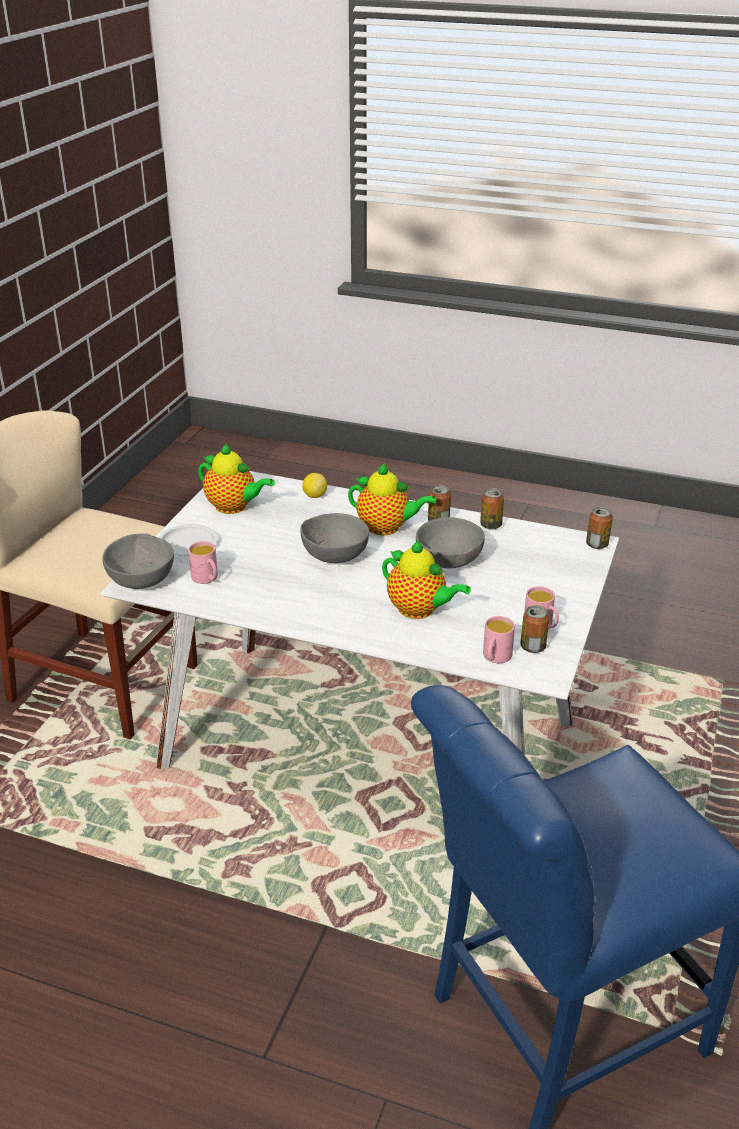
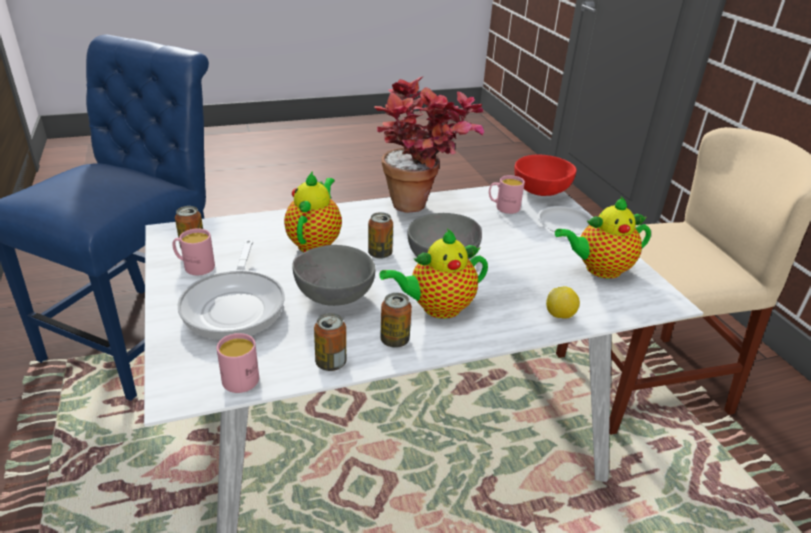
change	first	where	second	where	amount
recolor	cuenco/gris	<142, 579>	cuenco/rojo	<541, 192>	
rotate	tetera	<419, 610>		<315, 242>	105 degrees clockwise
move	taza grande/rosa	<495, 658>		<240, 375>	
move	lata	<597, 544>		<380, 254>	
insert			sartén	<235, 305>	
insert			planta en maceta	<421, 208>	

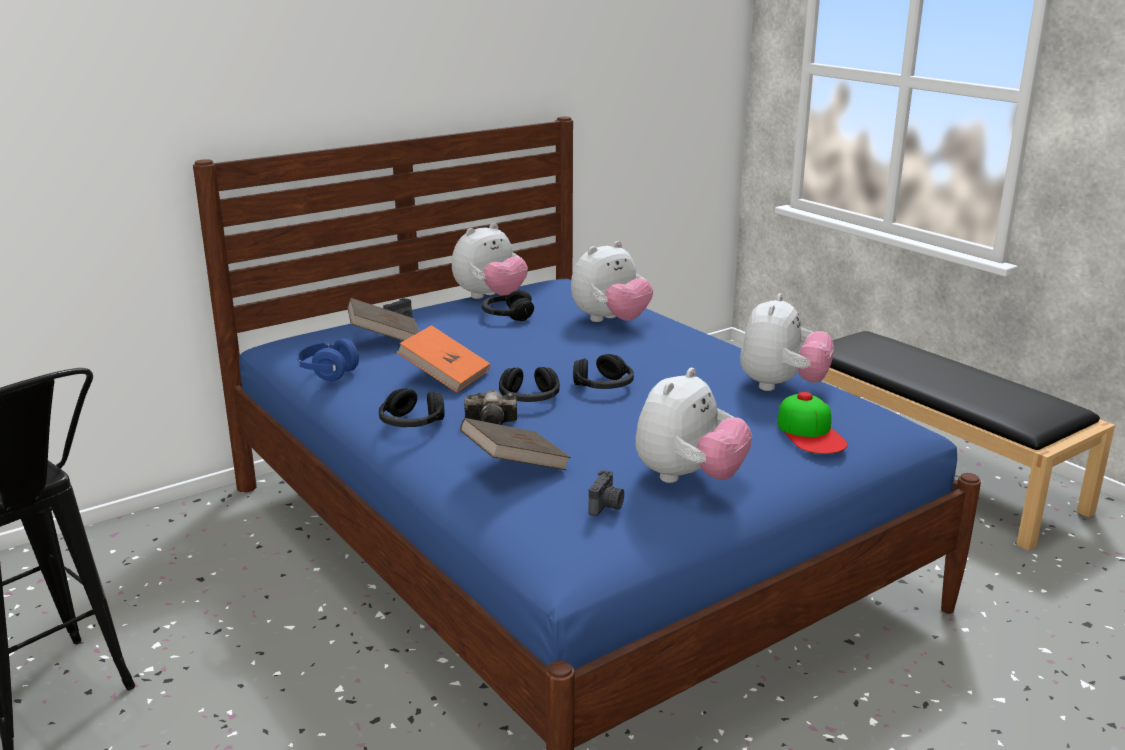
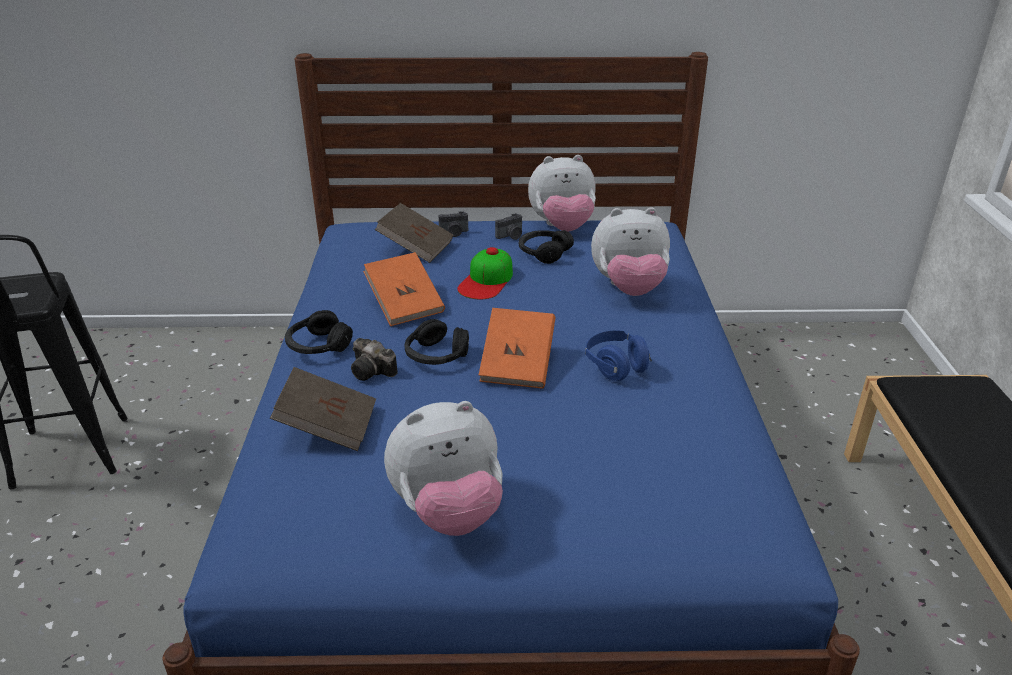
change	first	where	second	where	amount
move	auriculares/azul	<328, 373>		<615, 367>	
replace	auriculares/negro	<603, 386>	libro/naranja	<517, 365>	
move	cámara	<607, 506>		<511, 236>	
delete	peluche	<781, 386>			
move	gorra	<810, 432>		<486, 281>	

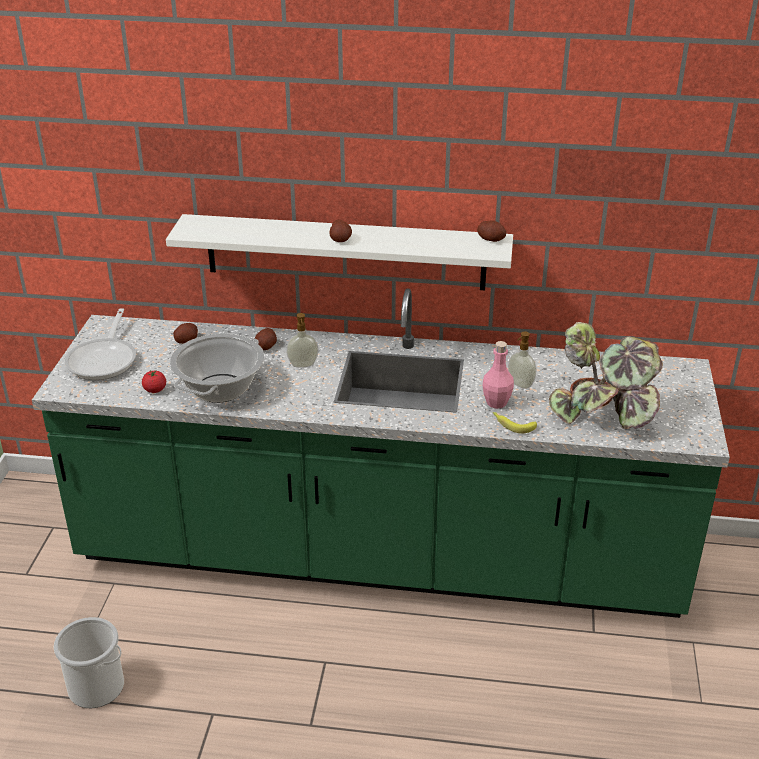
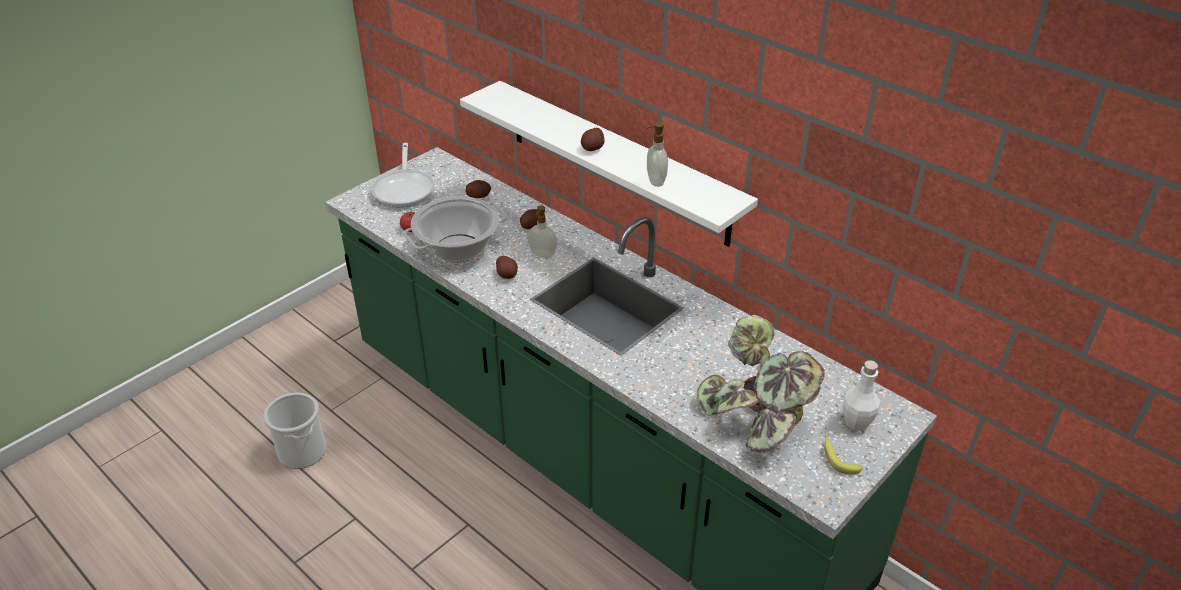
change	first	where	second	where	amount
rotate	sartén	<104, 360>		<405, 189>	45 degrees counterclockwise
move	patata	<491, 239>		<507, 274>	
delete	botella/rosa	<496, 403>			
move	plátano	<512, 424>		<838, 457>	
move	dispensador de jabón	<520, 384>		<655, 181>	
insert			botella/blanco	<856, 422>	

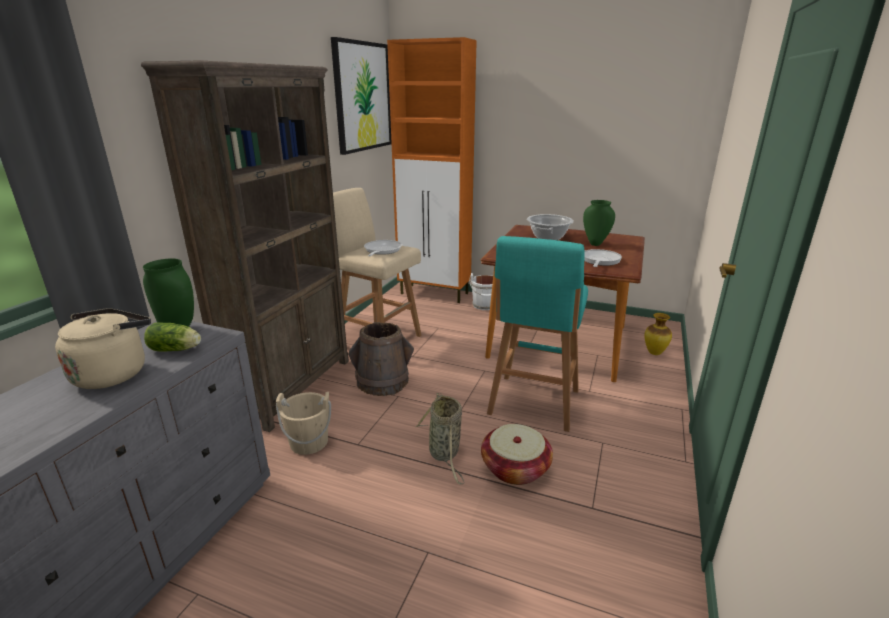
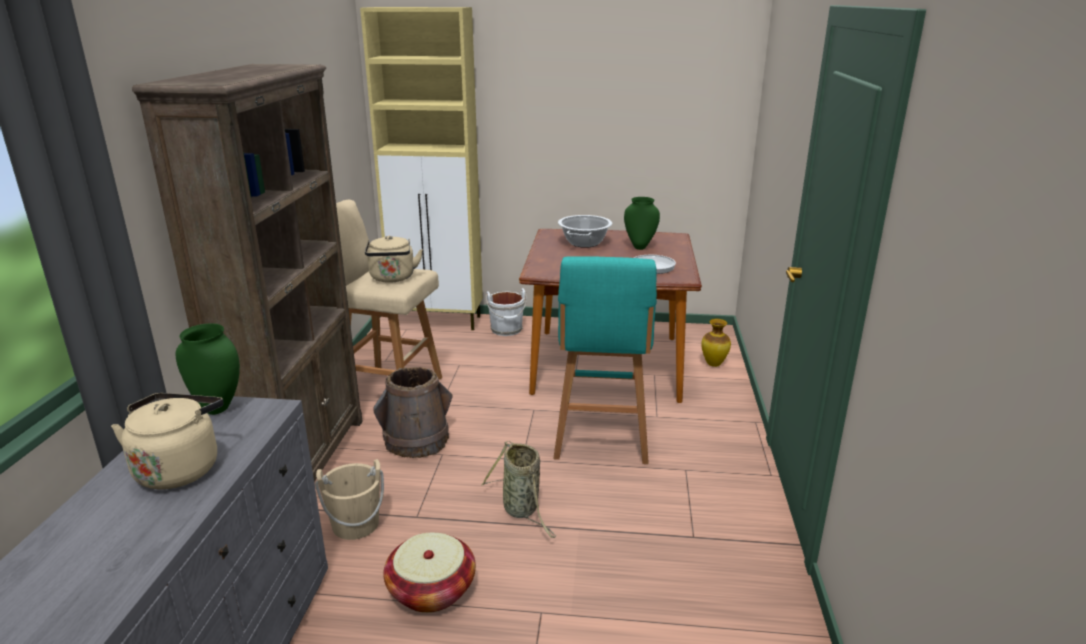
change	first	where	second	where	amount
delete	lechuga	<177, 349>			
delete	cuadro	<362, 97>			
replace	sartén	<381, 251>	hervidor/beis	<392, 278>	
recolor	armario/naranja	<435, 294>	armario/beis	<439, 321>	
move	cesta	<515, 468>		<431, 590>	

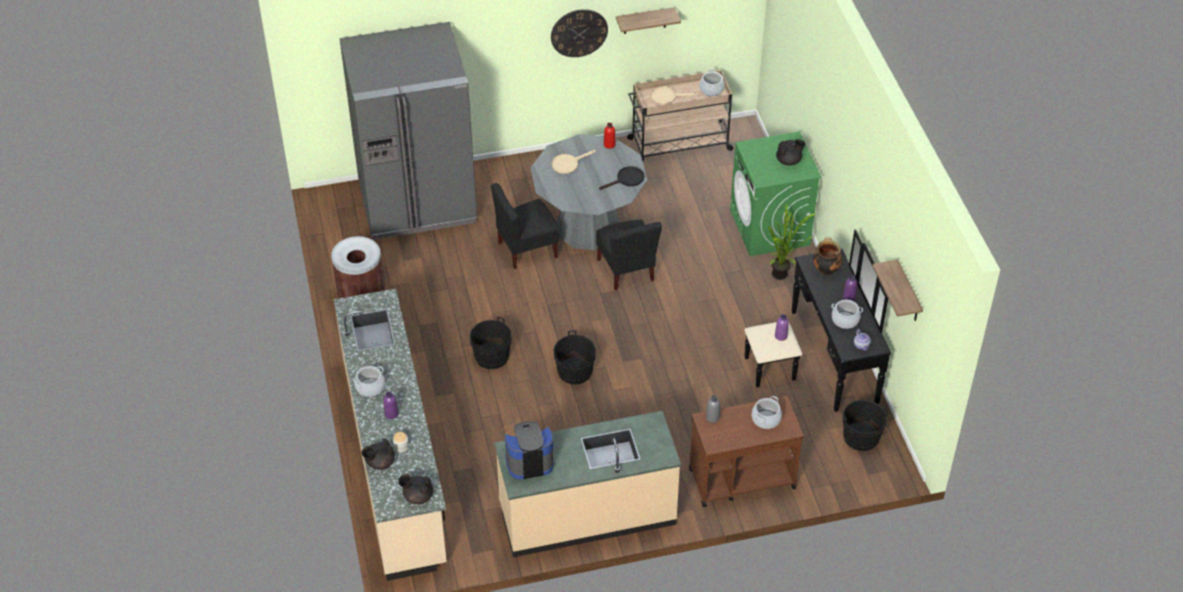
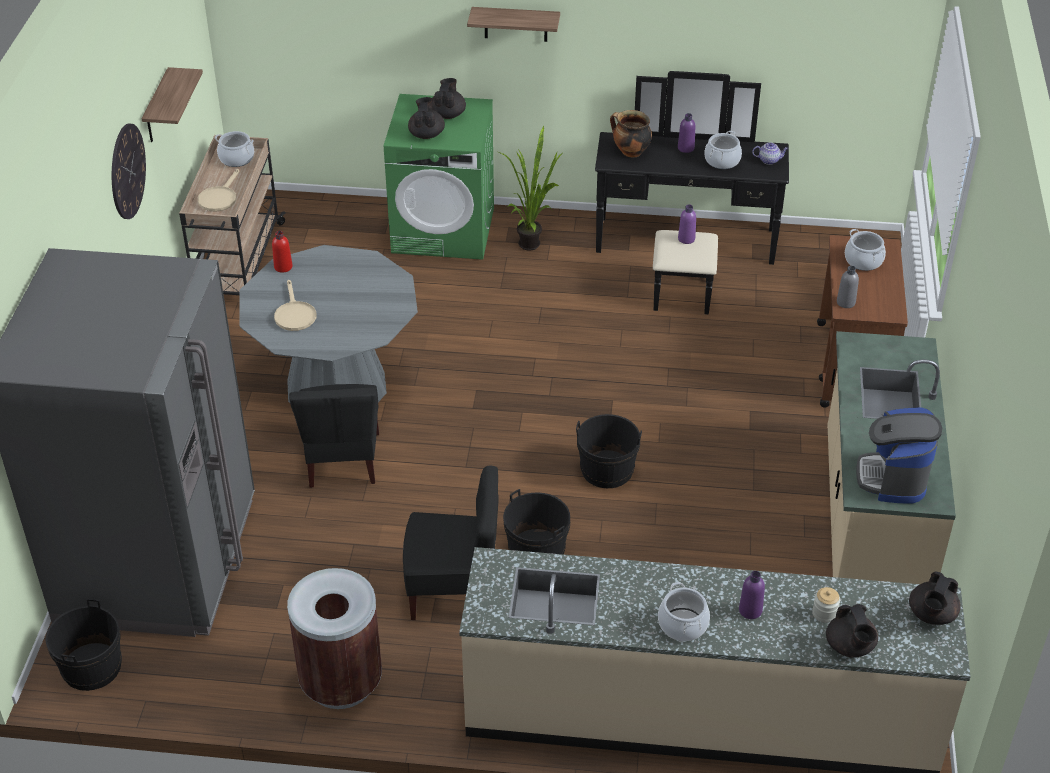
change	first	where	second	where	amount
move	silla/negro	<626, 270>		<453, 590>	
delete	sartén/negro	<627, 179>			
move	cubo/negro	<861, 437>		<92, 667>	
move	estante	<908, 293>		<516, 24>	
insert			tetera/negro	<426, 134>	

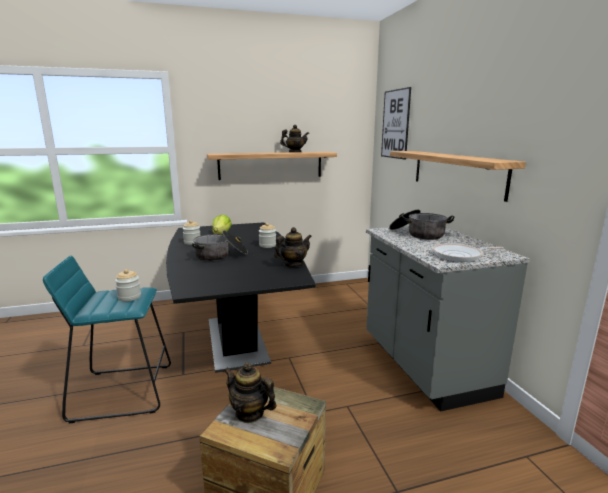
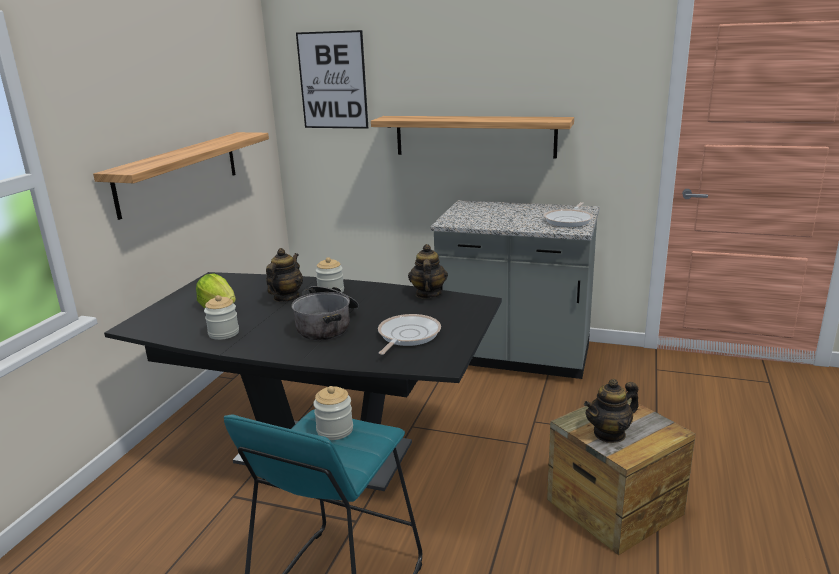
change	first	where	second	where	amount
move	tetera	<294, 152>		<286, 297>	
delete	olla	<418, 234>			
insert			sartén	<407, 336>	

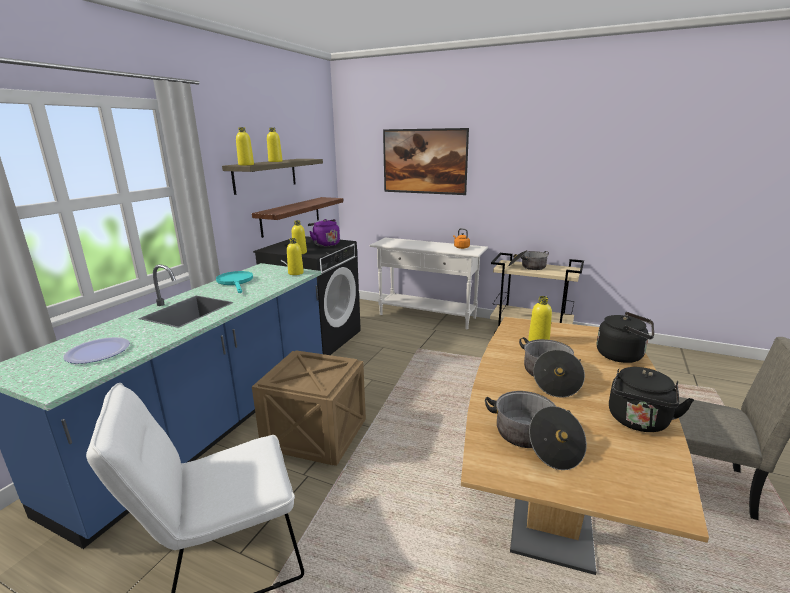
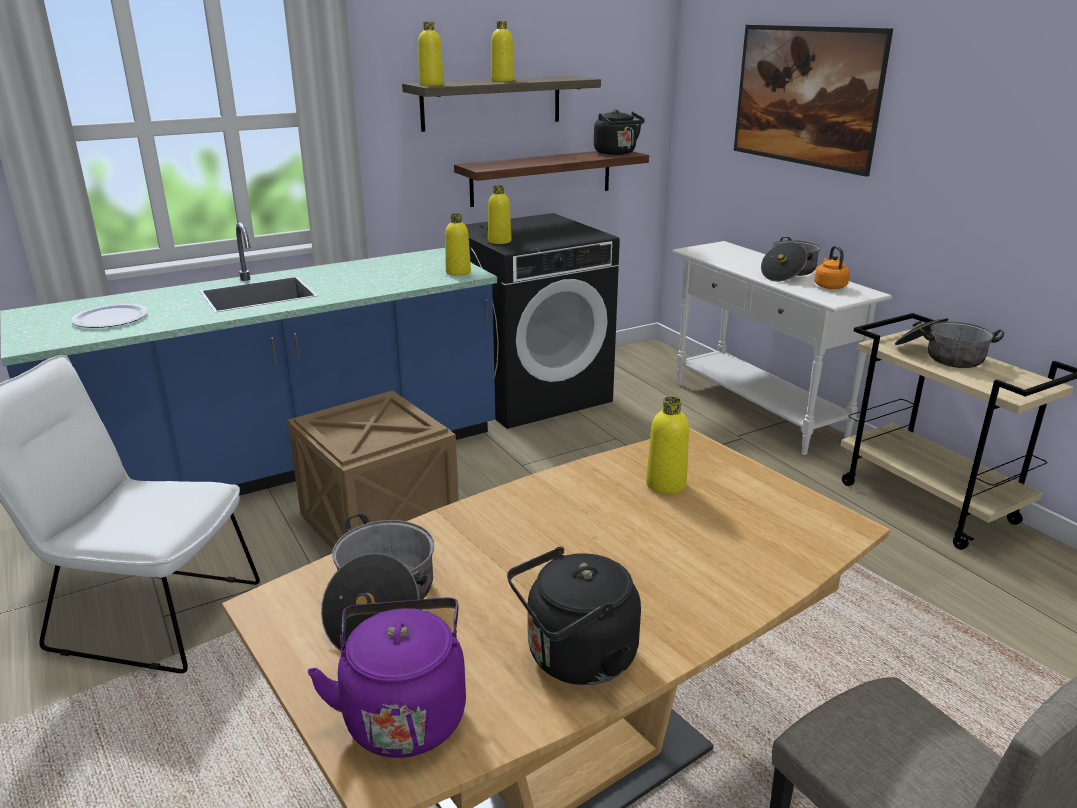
change	first	where	second	where	amount
delete	sartén/turquesa	<236, 282>			
move	hervidor/morado	<325, 244>		<404, 713>	
move	olla	<549, 377>		<788, 273>	
move	hervidor/negro	<622, 356>		<616, 153>	

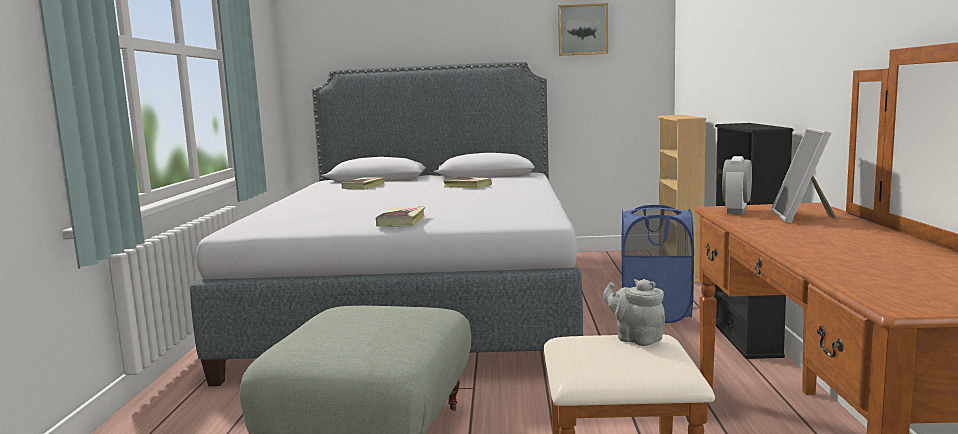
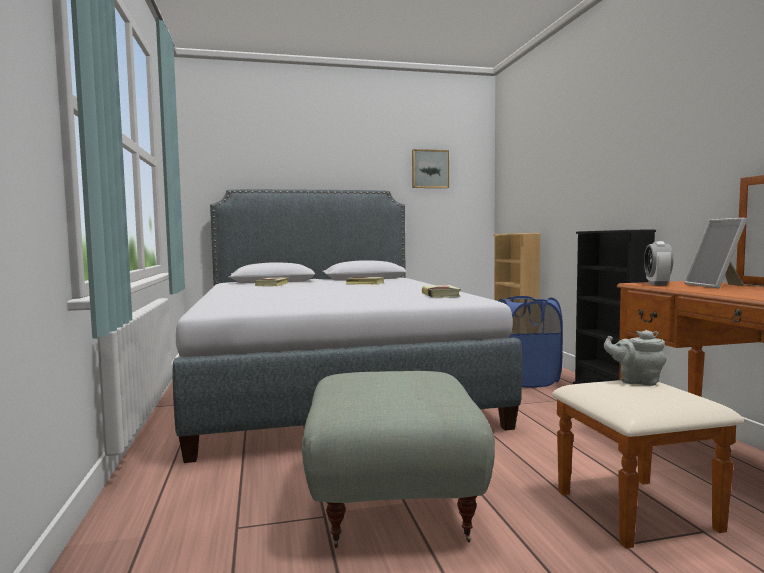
change	first	where	second	where	amount
move	libro	<401, 221>		<441, 295>	

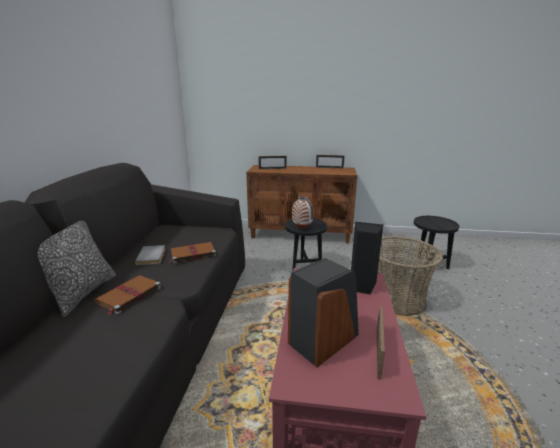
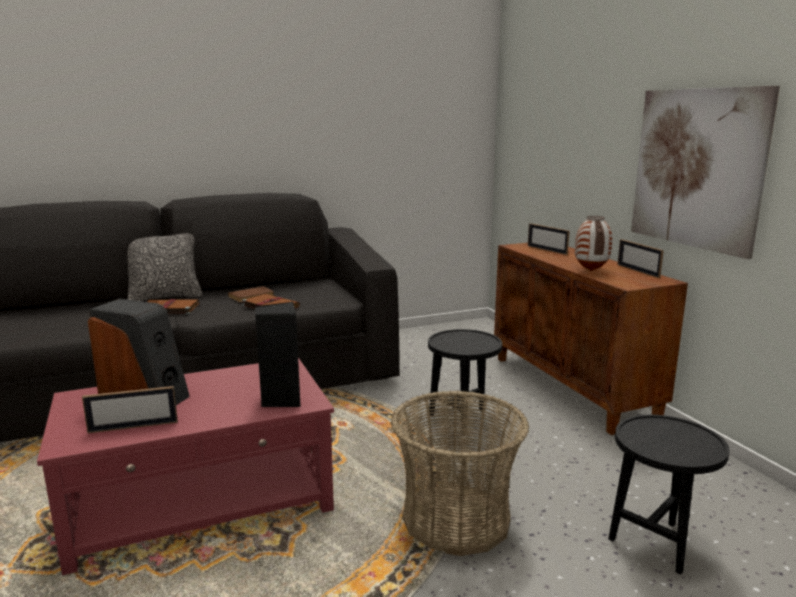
change	first	where	second	where	amount
recolor	libro/gris	<152, 256>	libro/marrón	<252, 296>	
move	florero	<302, 228>		<591, 271>	
insert			cuadro	<697, 168>	

